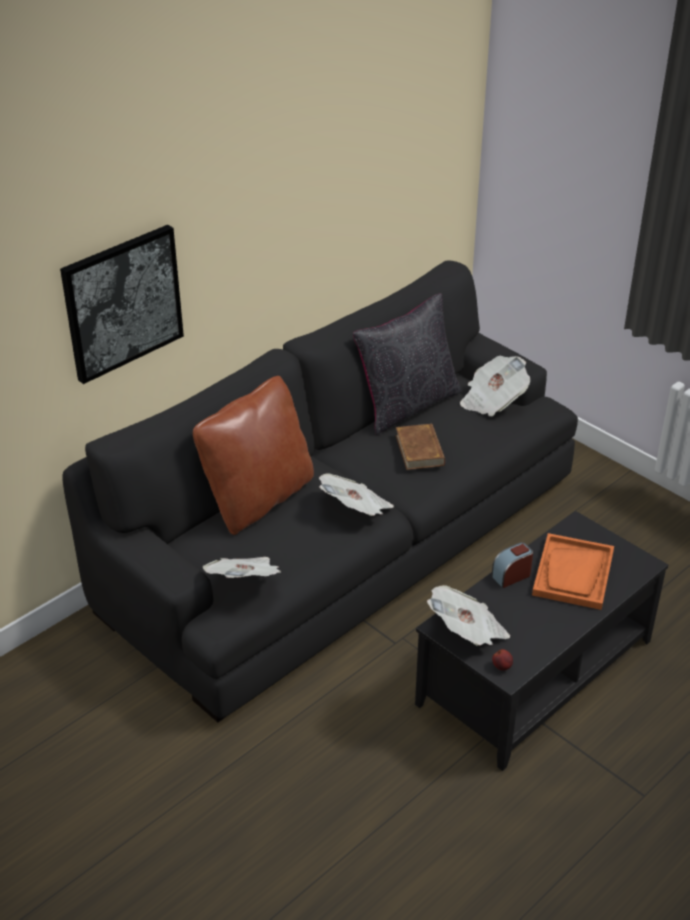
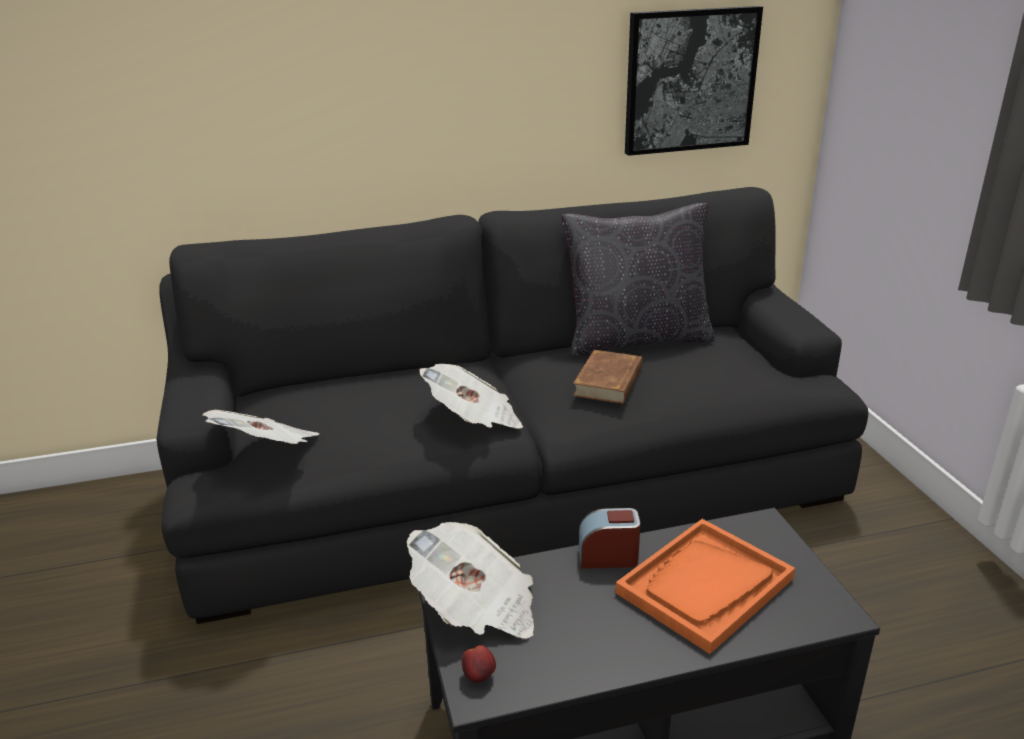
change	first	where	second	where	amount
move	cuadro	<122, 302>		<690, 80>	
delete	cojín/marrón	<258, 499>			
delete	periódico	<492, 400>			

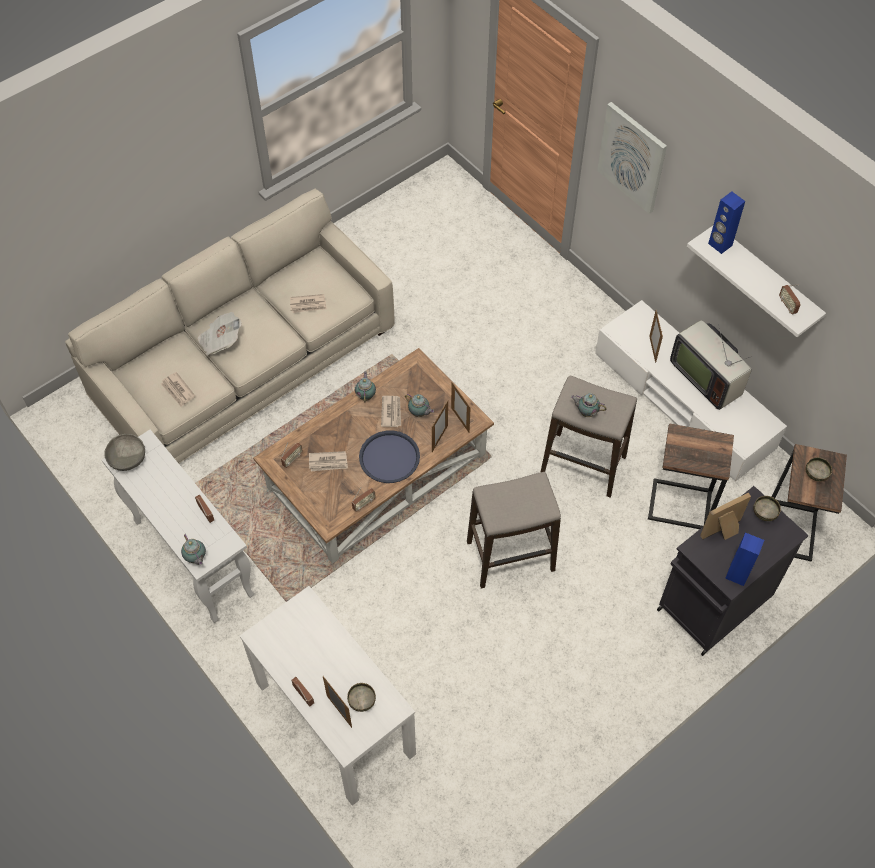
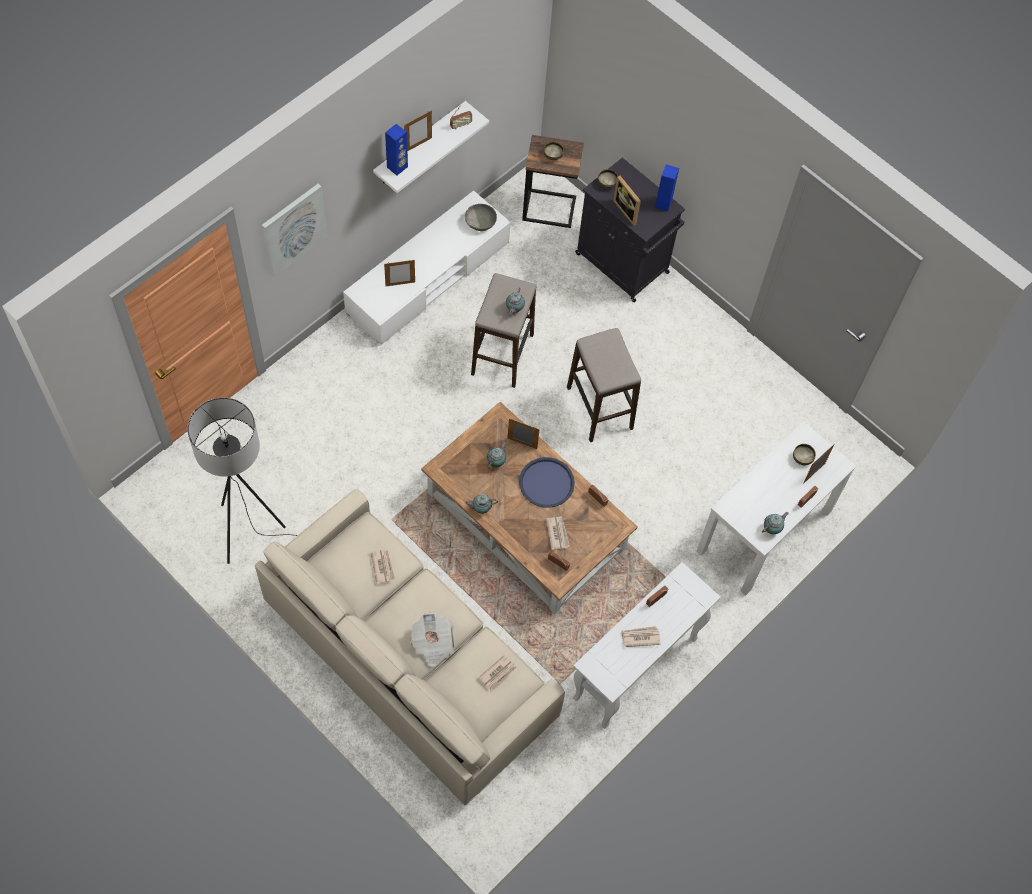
change	first	where	second	where	amount
move	cuenco/gris	<127, 459>		<480, 223>	
move	tetera	<196, 558>		<772, 528>	
move	periódico	<391, 412>		<640, 637>	
move	portarretratos	<460, 420>		<418, 145>	
delete	mesa auxiliar	<680, 506>			
delete	televisor	<707, 377>			
insert			lámpara de pie/gris	<251, 530>	

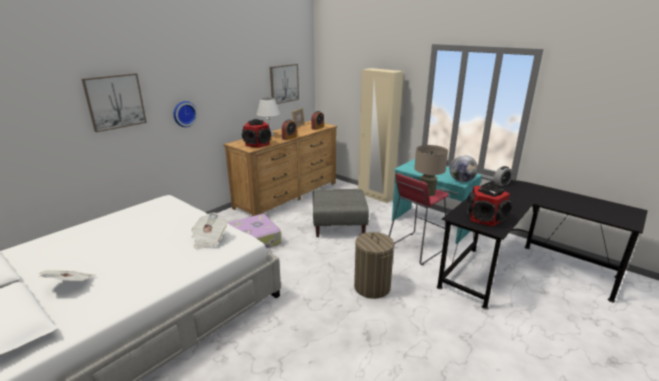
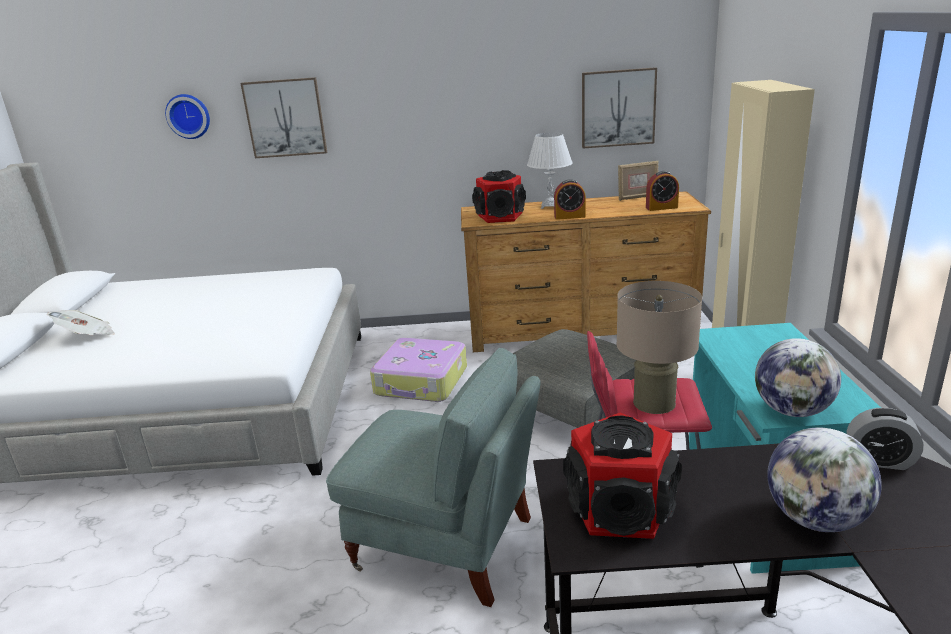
change	first	where	second	where	amount
move	reloj de pared	<184, 113>		<189, 116>	
delete	periódico	<209, 239>			
replace	cesto de la ropa	<372, 287>	sillón/gris	<445, 544>	
insert			globo terráqueo	<816, 519>	

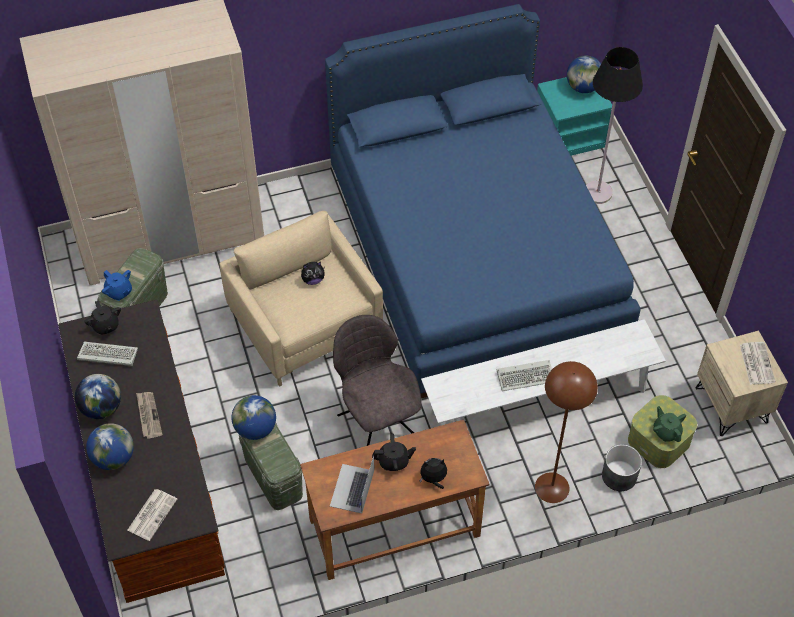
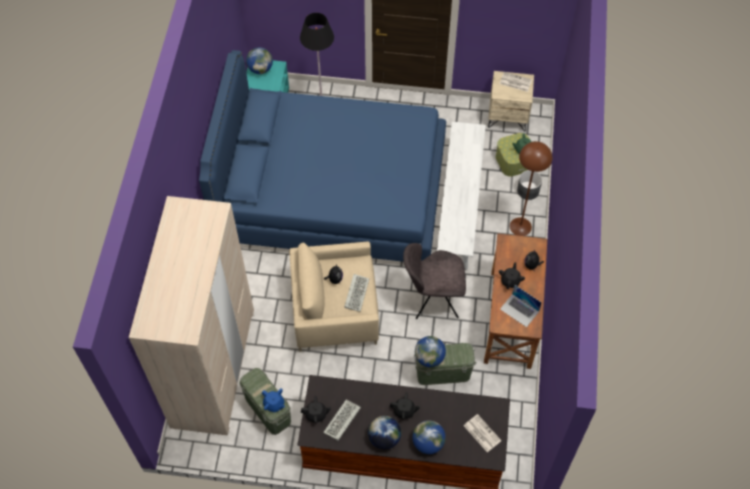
change	first	where	second	where	amount
rotate	tetera/azul	<119, 292>		<274, 404>	60 degrees clockwise
replace	periódico	<148, 415>	tetera/negro	<404, 411>	
move	teclado	<526, 376>		<356, 292>	

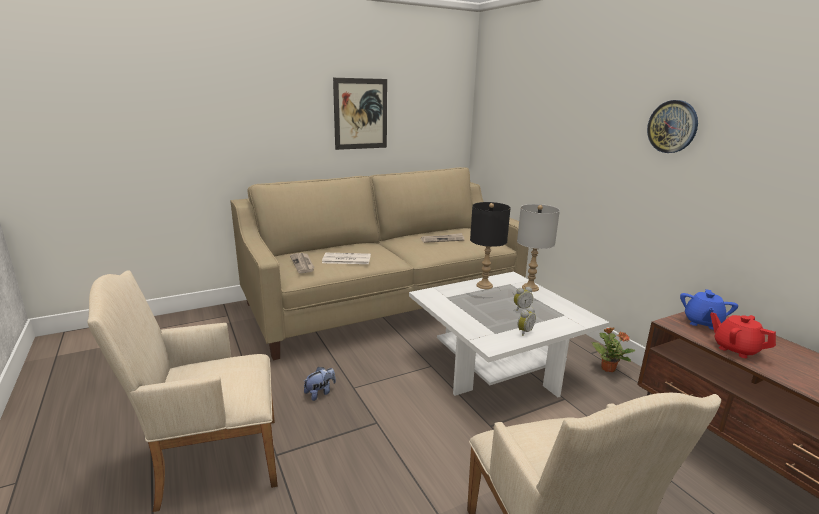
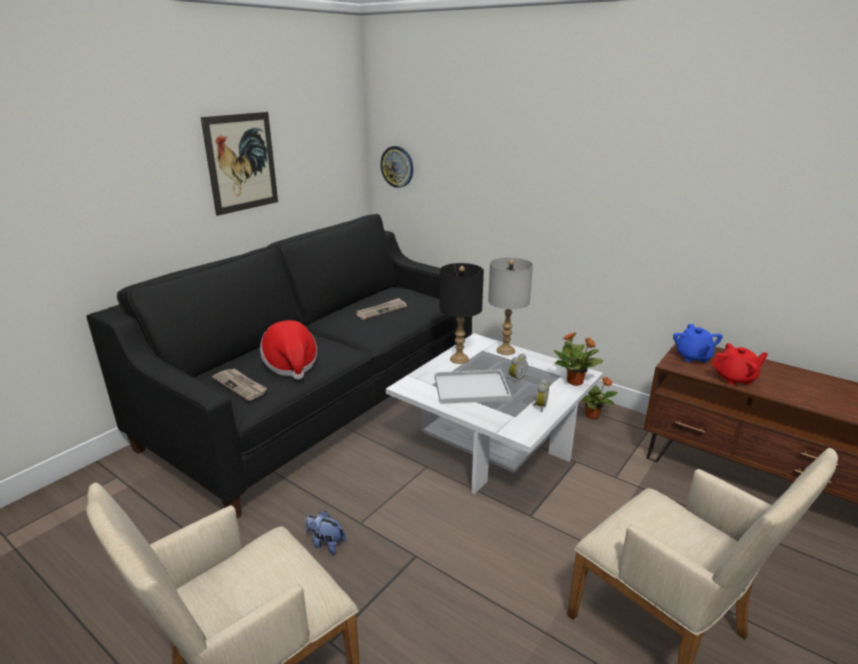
change	first	where	second	where	amount
recolor	sofá/beis	<383, 303>	sofá/negro	<319, 401>	
rotate	peluche	<320, 393>		<326, 543>	90 degrees counterclockwise
replace	periódico	<346, 259>	sombrero	<291, 365>	
move	reloj de pared	<672, 126>		<397, 166>	
rotate	tetera/rojo	<735, 349>		<735, 378>	150 degrees clockwise
insert			bandeja/blanco	<470, 388>	
insert			planta en maceta	<575, 382>	

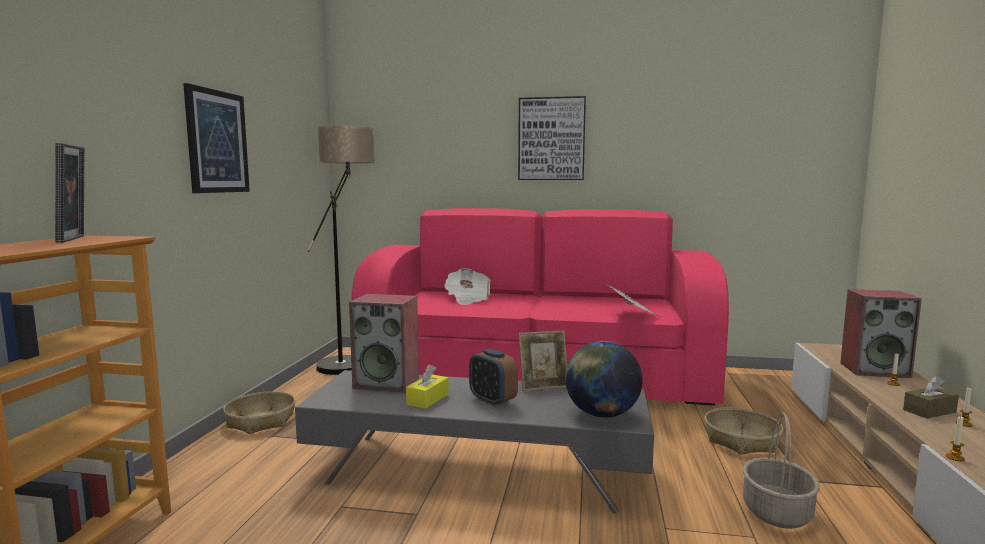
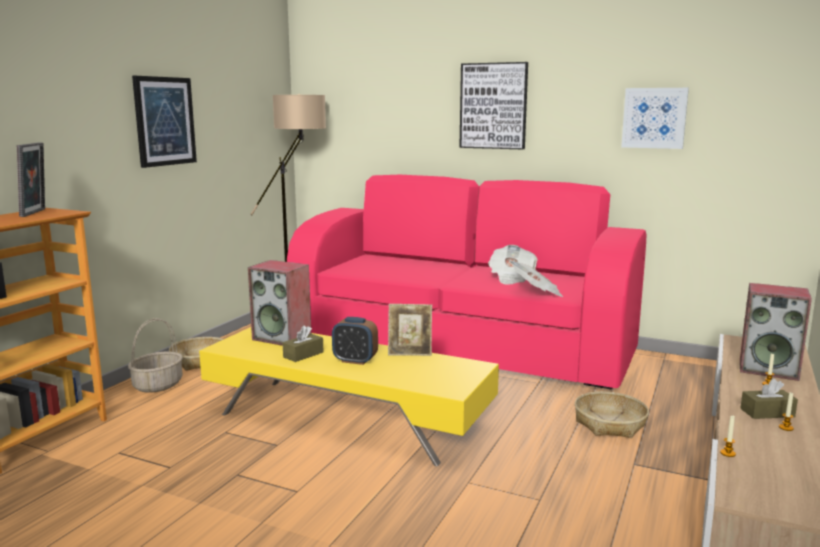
change	first	where	second	where	amount
recolor	mesa de centro/gris	<478, 469>	mesa de centro/amarillo	<348, 418>	
recolor	caja de pañuelos/amarillo	<427, 399>	caja de pañuelos/marrón	<303, 355>	
move	periódico	<467, 299>		<511, 278>	
rotate	despertador	<492, 400>		<355, 360>	45 degrees counterclockwise
delete	globo terráqueo	<601, 414>			
move	cesta	<776, 512>		<158, 385>	
insert			cuadro	<654, 118>	

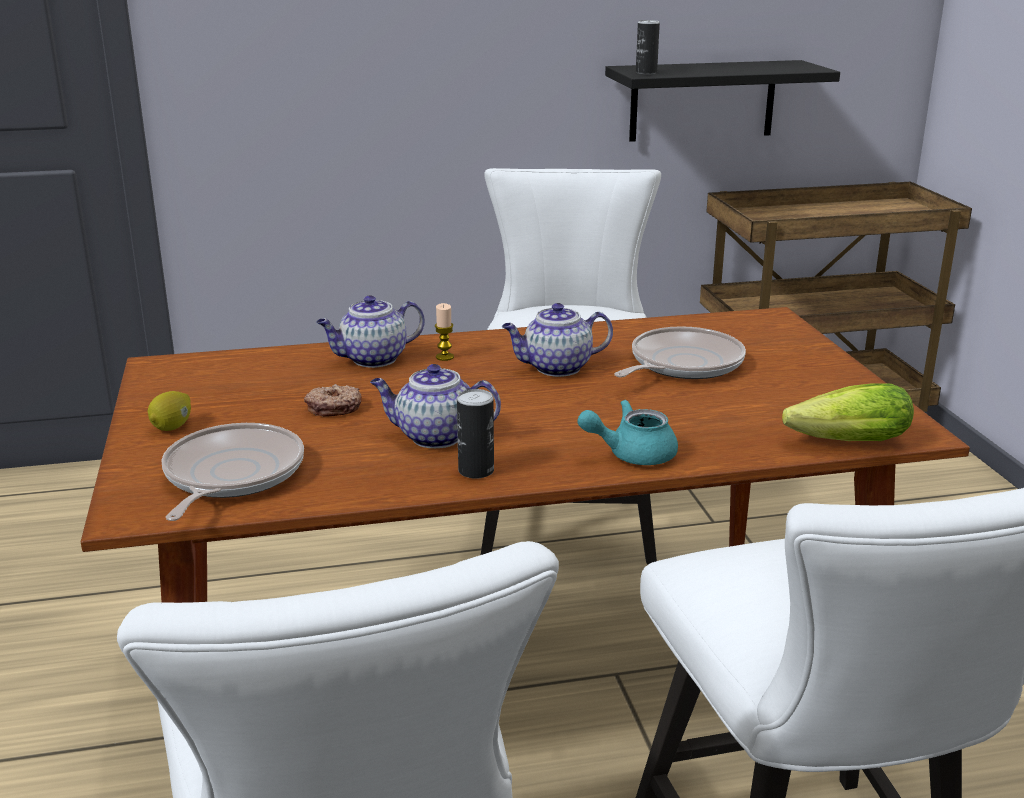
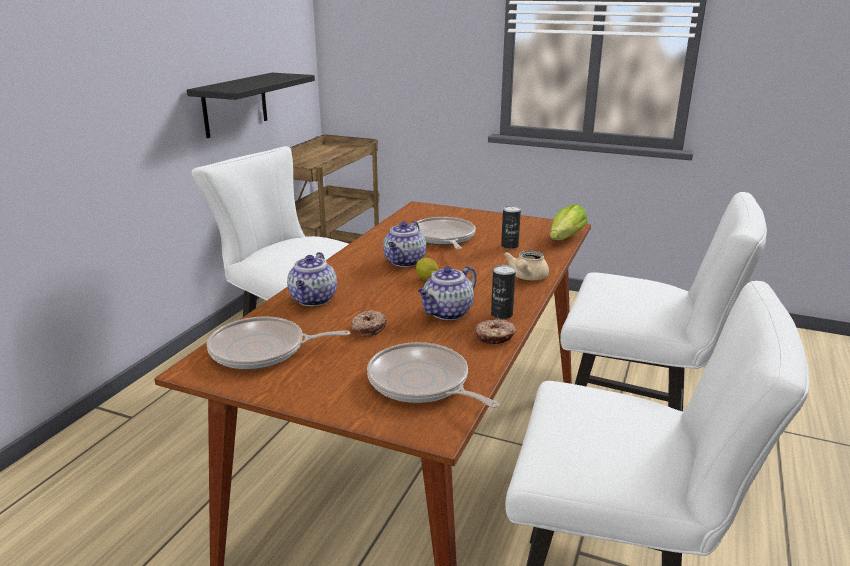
change	first	where	second	where	amount
move	limón	<172, 427>		<427, 279>	
delete	vela	<444, 357>			
recolor	tetera/turquesa	<631, 454>	tetera/beis	<526, 277>	
move	lata	<646, 72>		<509, 246>	
insert			sartén	<263, 350>	
insert			rosquilla	<495, 337>	

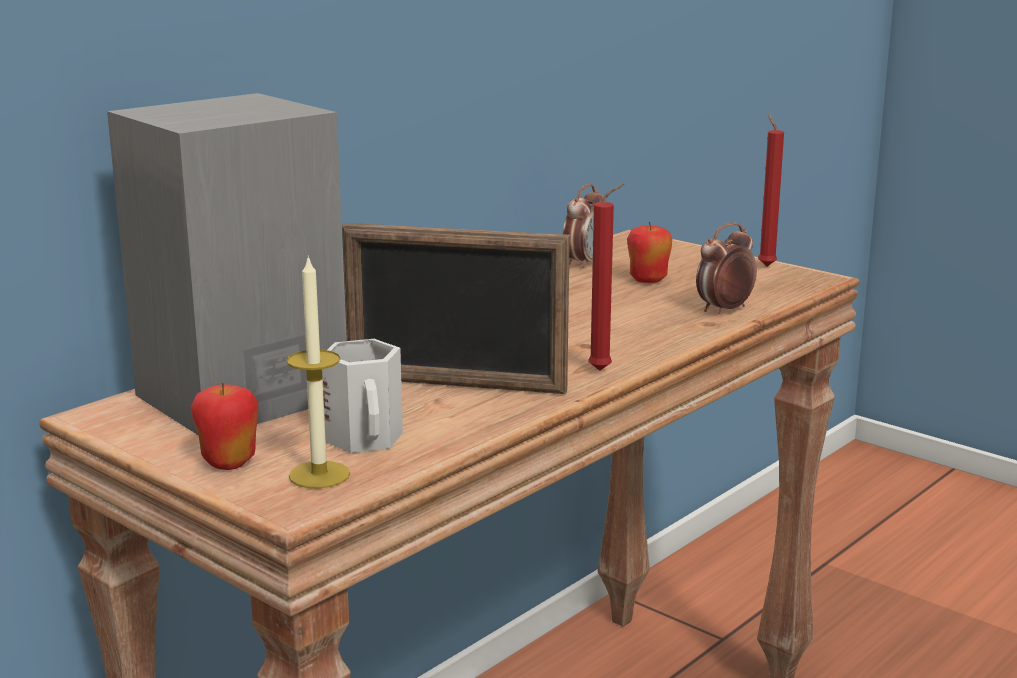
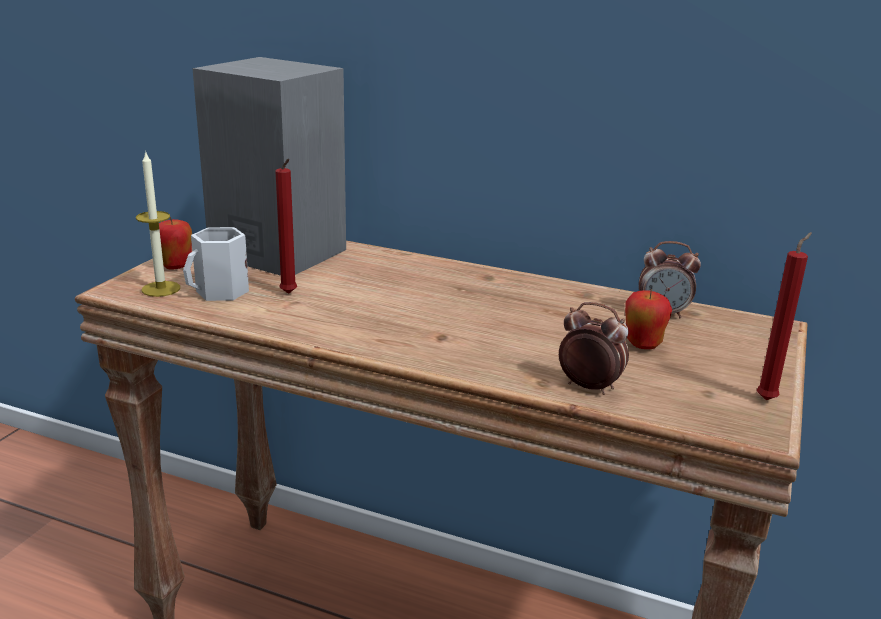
change	first	where	second	where	amount
delete	portarretratos	<456, 384>			
move	vela/rojo	<603, 370>		<289, 294>	

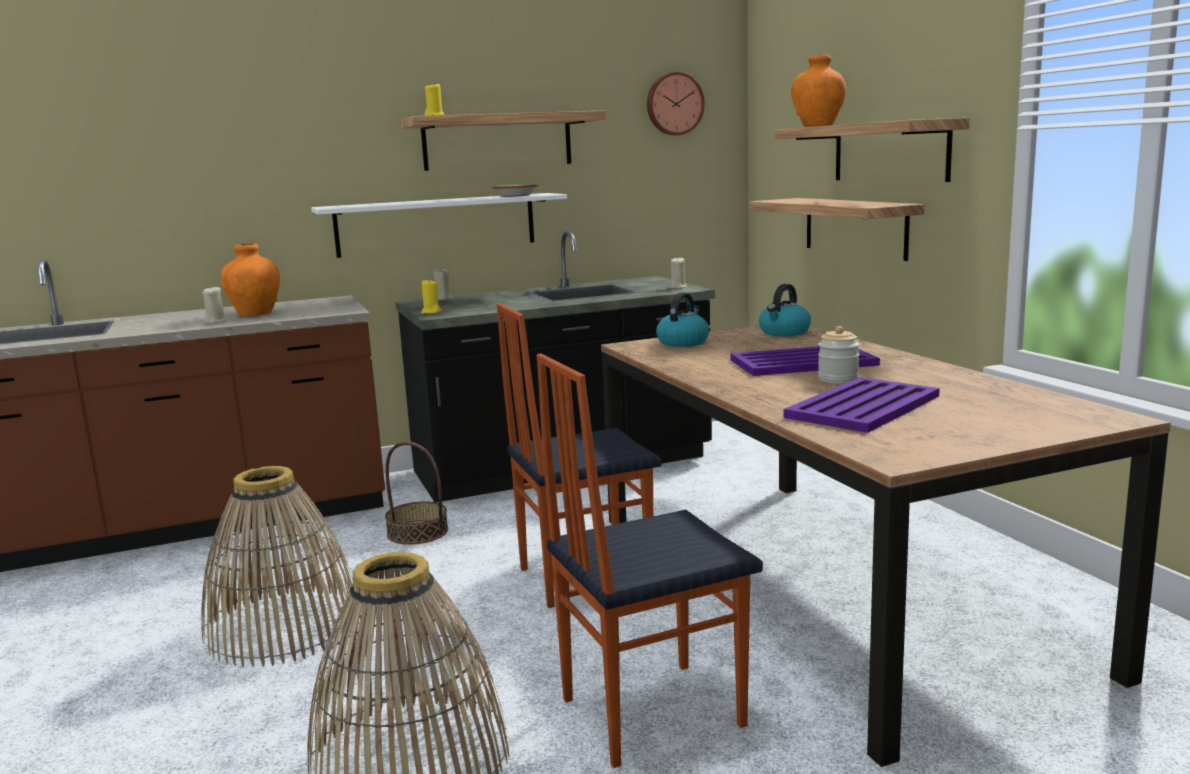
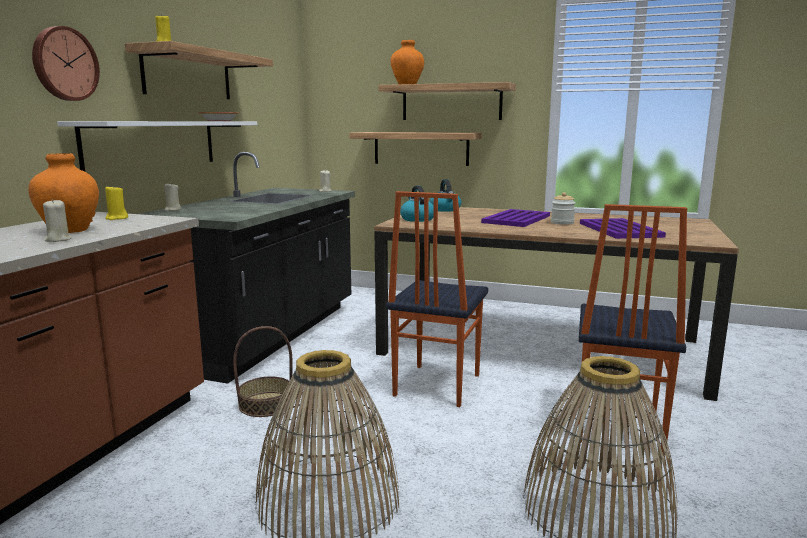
change	first	where	second	where	amount
move	vela/amarillo	<431, 312>		<116, 218>	
move	reloj de pared	<674, 104>		<64, 64>	

